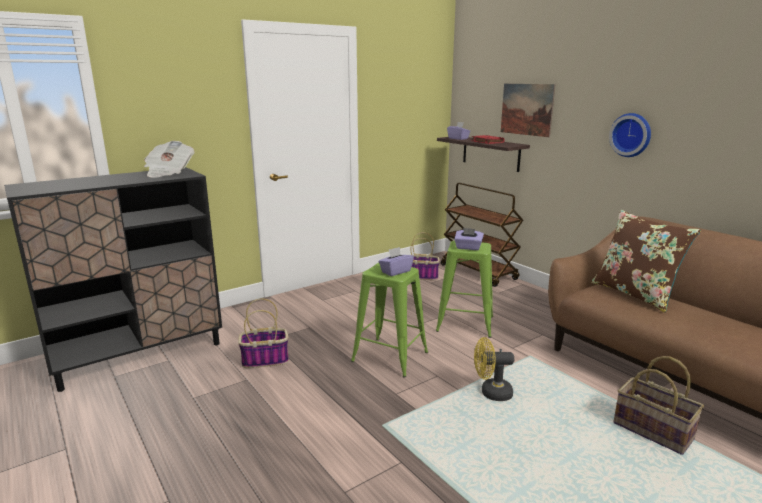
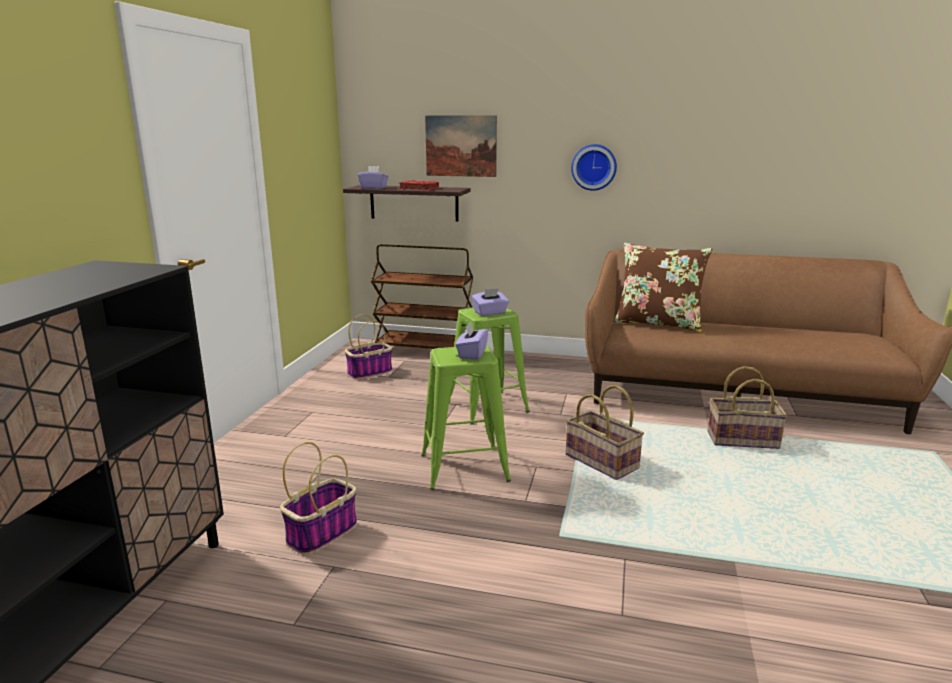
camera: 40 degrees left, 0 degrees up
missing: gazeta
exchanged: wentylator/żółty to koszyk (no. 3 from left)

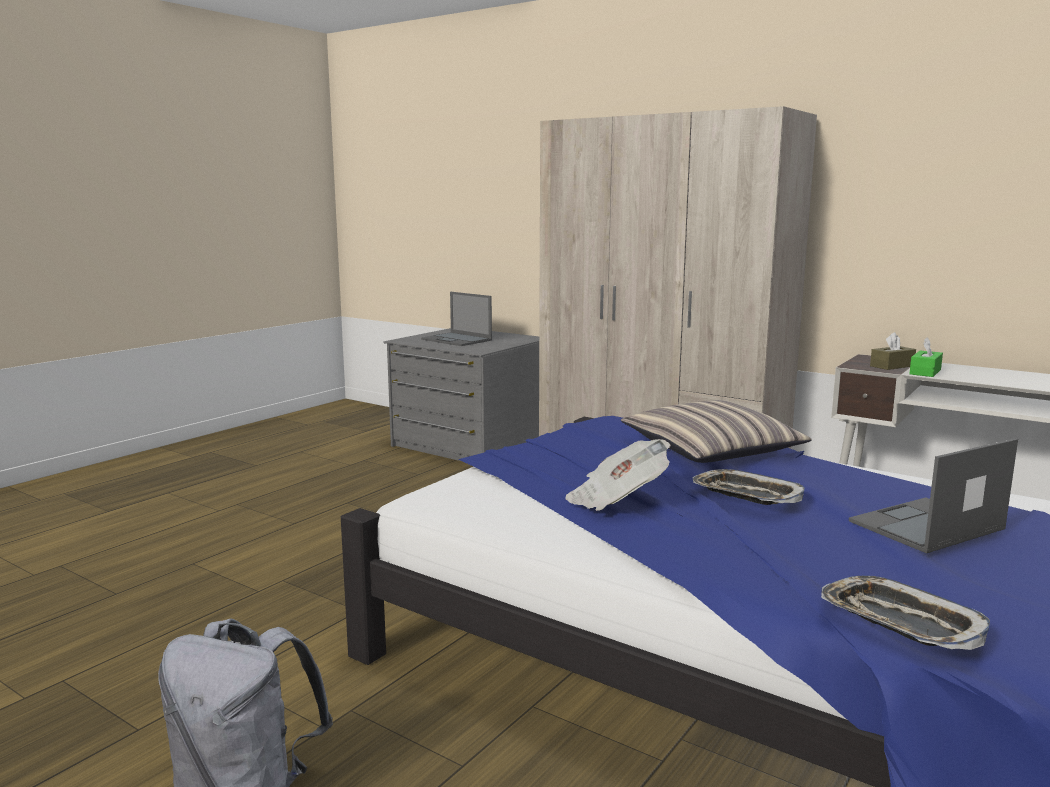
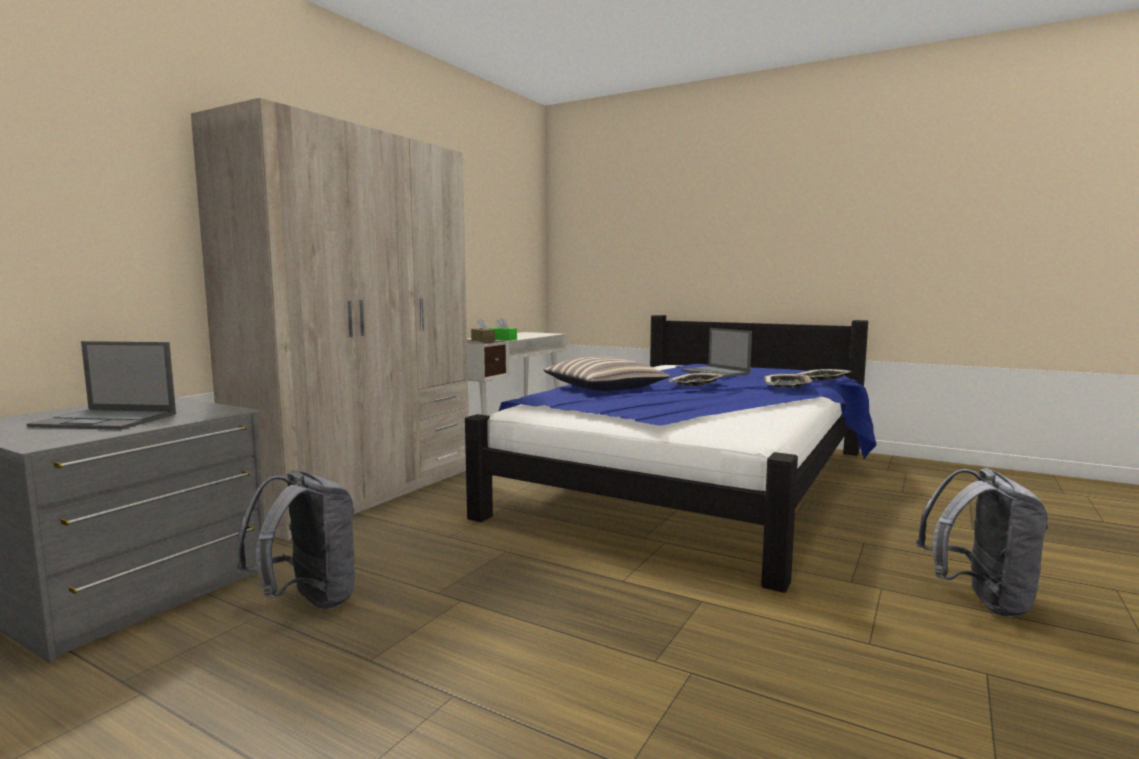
camera: 95 degrees left, 5 degrees down
missing: gazeta
appeared: taca (no. 2 from left); plecak/szary (no. 1 from left)
spun: laptop (no. 1 from left) 60 degrees clockwise

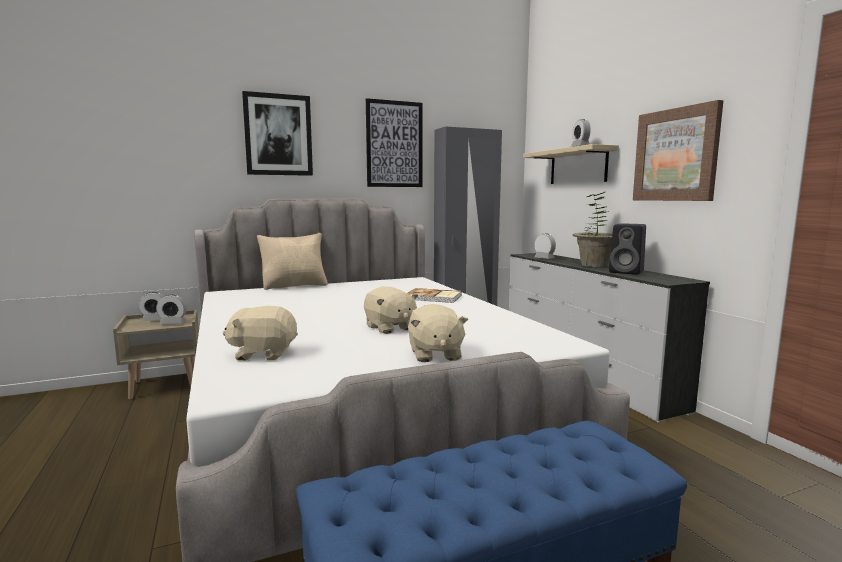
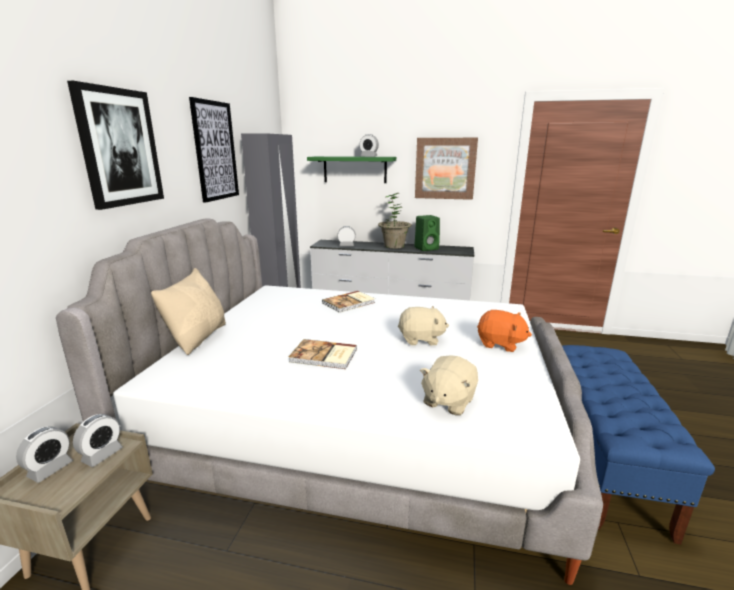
camera: 55 degrees left, 10 degrees up
appeared: książka (no. 1 from left)
colour: półka/beżowy to półka/zielony; głośnik/czarny to głośnik/zielony; pluszak/beżowy (no. 3 from left) to pluszak/pomarańczowy

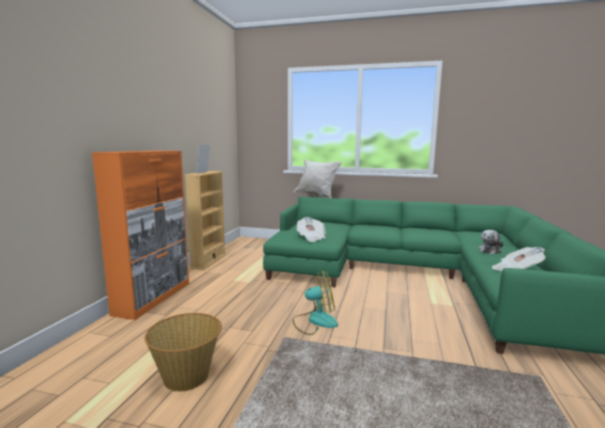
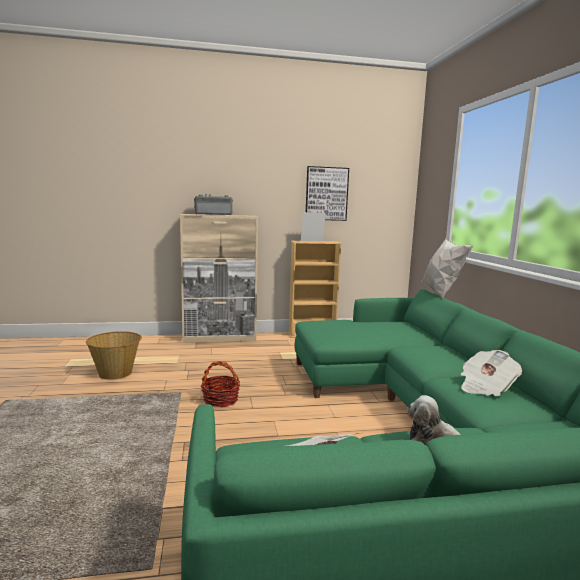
camera: 65 degrees right, 0 degrees up
appeared: obraz; radio
relocated: gazeta (no. 1 from left in the first image) to gazeta (no. 2 from left)
exchanged: wentylator to koszyk (no. 2 from left)
colour: szafka/pomarańczowy to szafka/beżowy

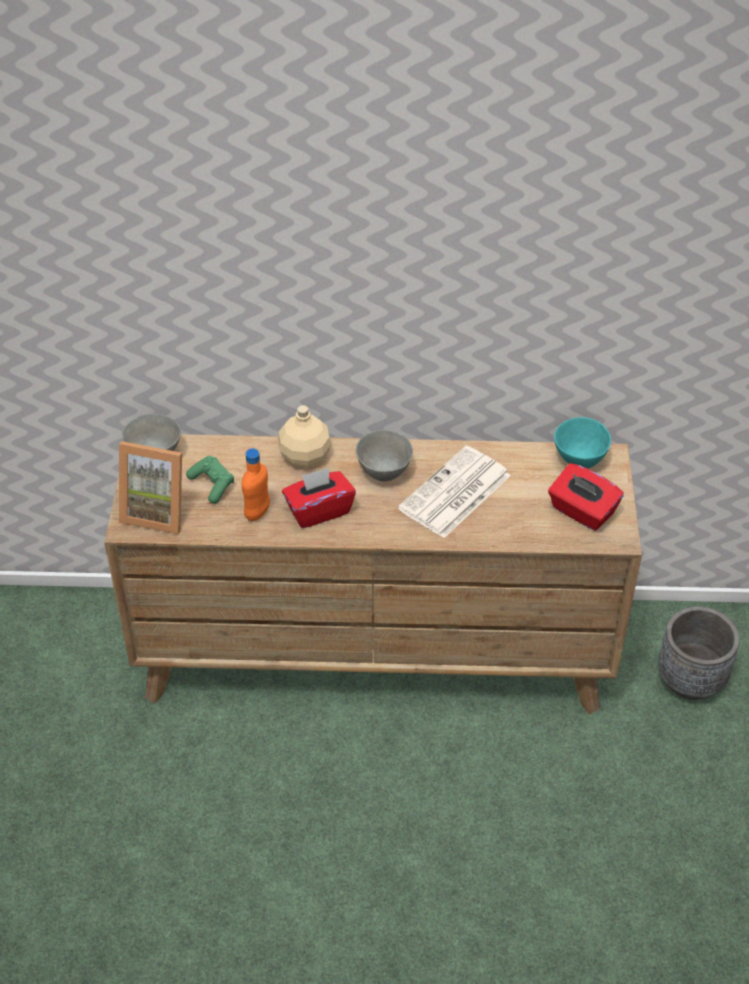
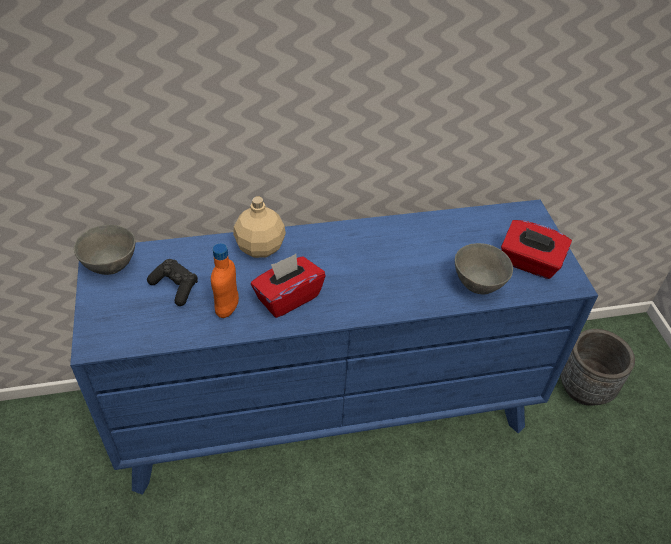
camera: 15 degrees left, 0 degrees up
missing: miska/turkusowy; ramka na zdjęcie; gazeta
relocated: miska/szary (no. 2 from left)
colour: komoda/brązowy to komoda/niebieski; pad do gier/zielony to pad do gier/czarny

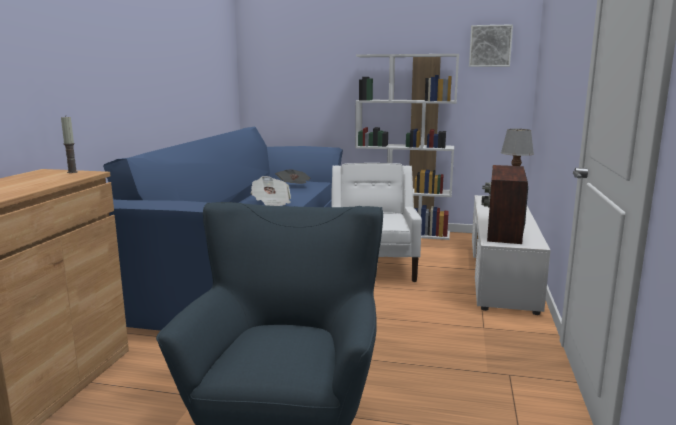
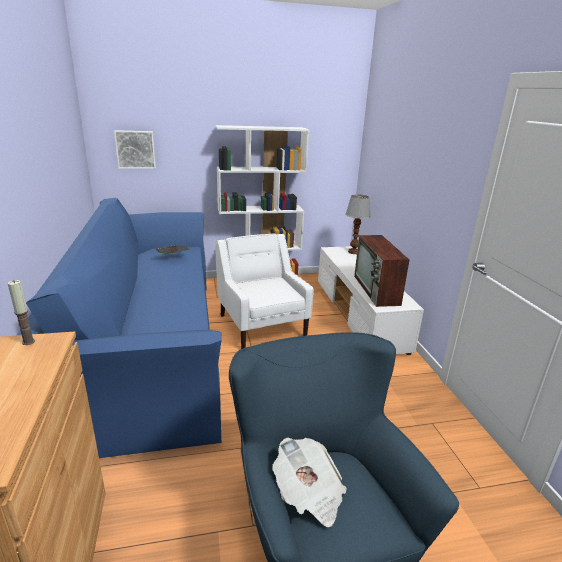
camera: 25 degrees left, 10 degrees up
relocated: obraz; gazeta (no. 1 from left in the first image) to gazeta (no. 2 from left)

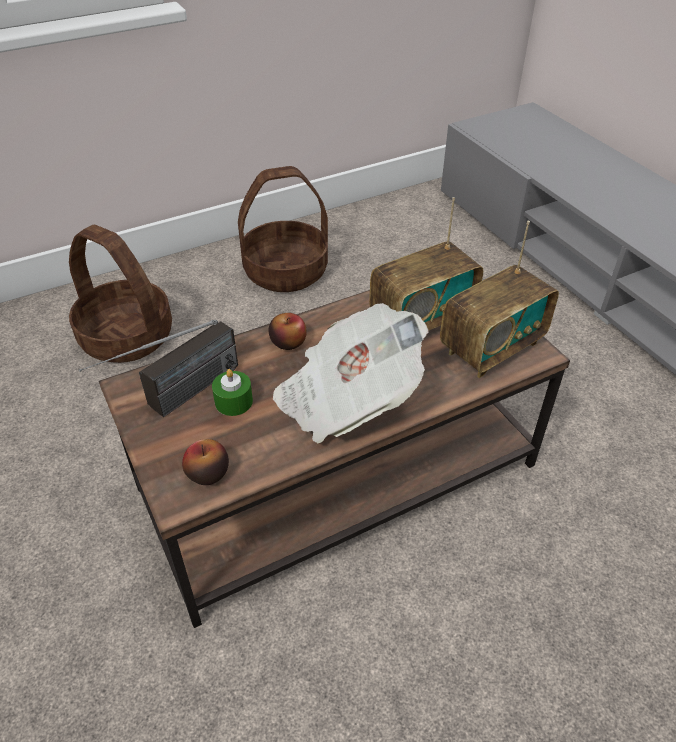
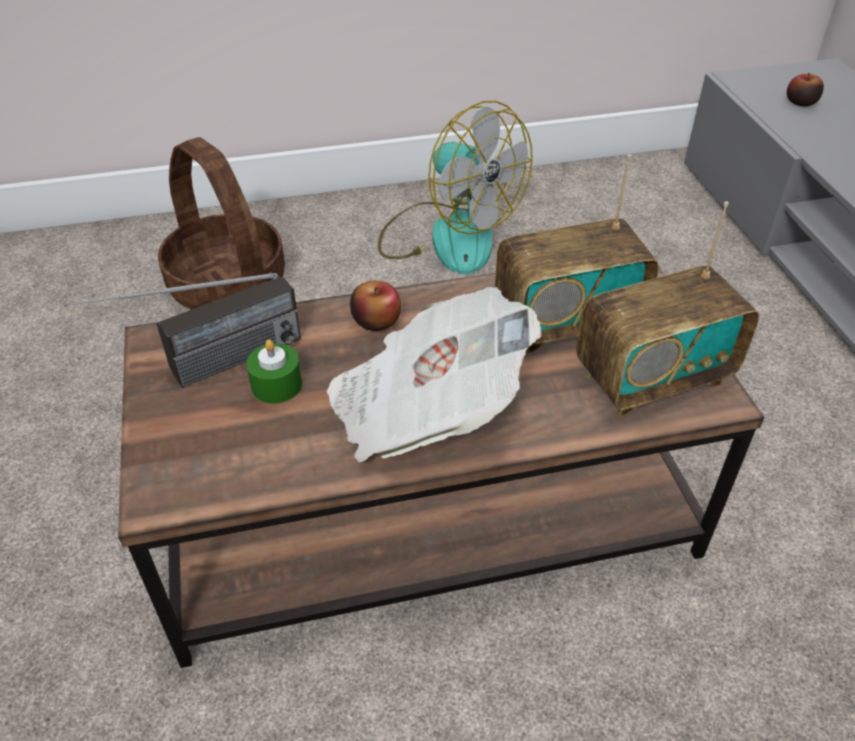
camera: 15 degrees right, 0 degrees up
relocated: jabłko (no. 1 from left in the first image) to jabłko (no. 2 from left)
exchanged: koszyk (no. 2 from left) to wentylator

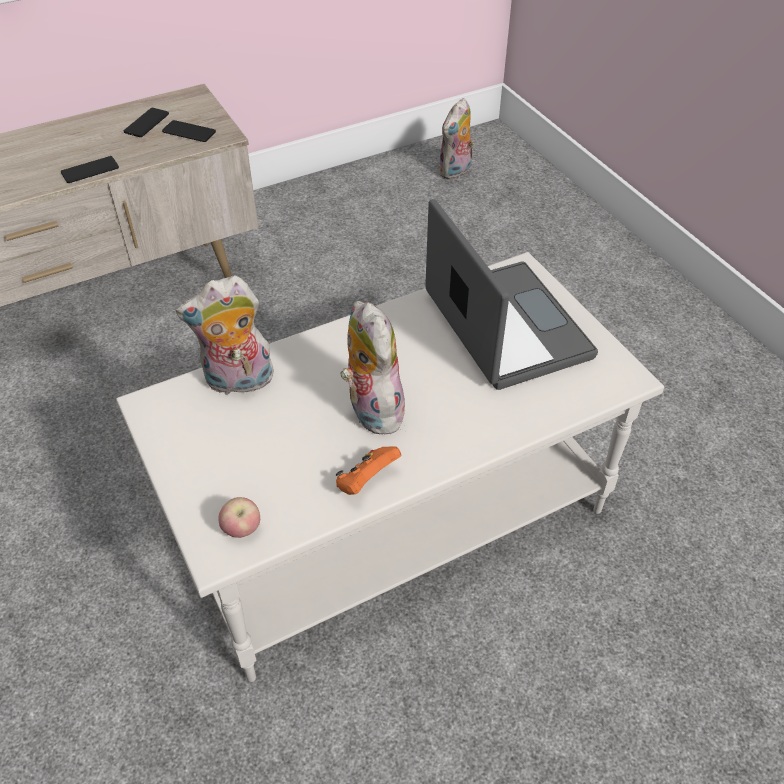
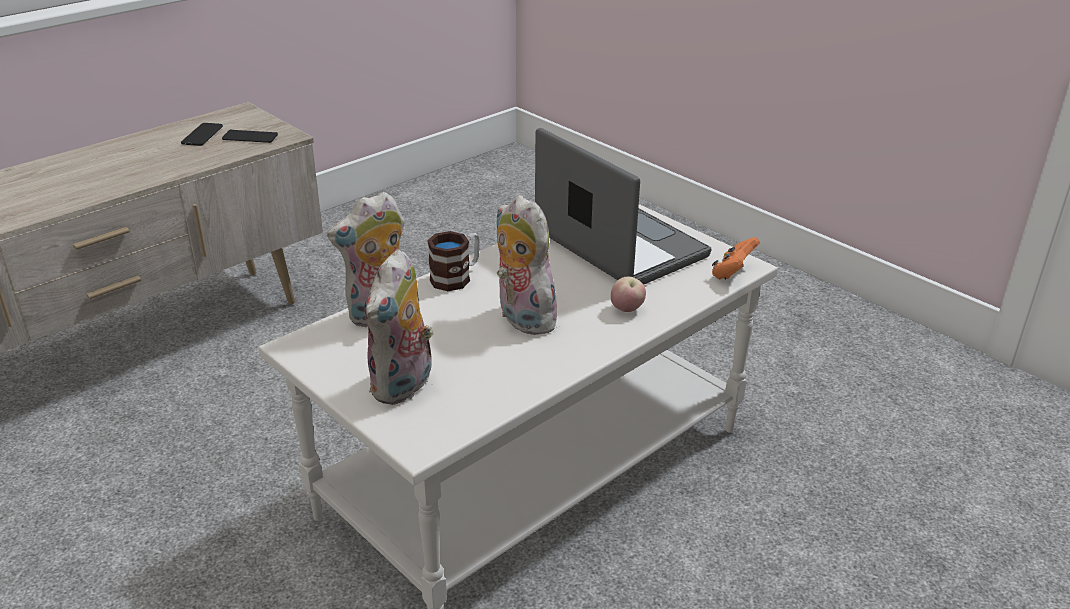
camera: 15 degrees left, 15 degrees down
missing: telefon (no. 1 from left)
appeared: kubek
relocated: pluszak (no. 3 from left in the first image) to pluszak (no. 2 from left); pad do gier/pomarańczowy; jabłko

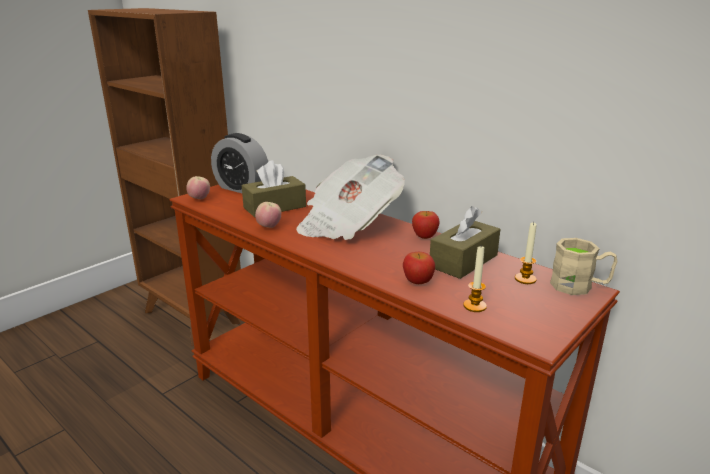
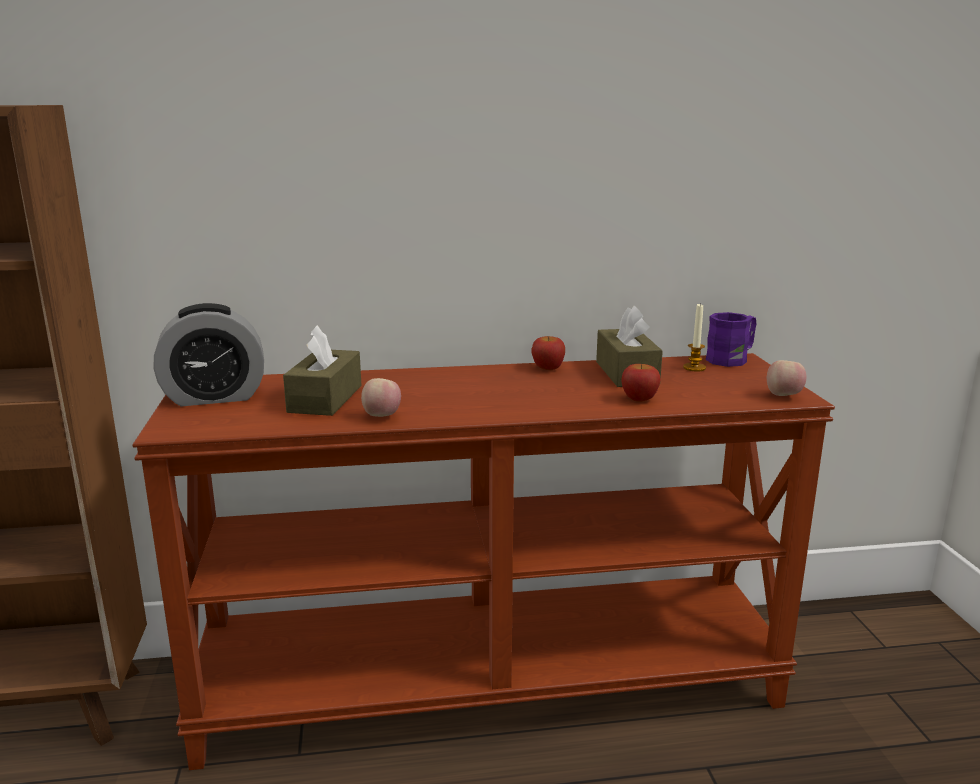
camera: 50 degrees left, 5 degrees down
missing: gazeta; świeca (no. 1 from left)
relocated: jabłko (no. 1 from left in the first image) to jabłko (no. 4 from left)
colour: kubek/beżowy to kubek/fioletowy

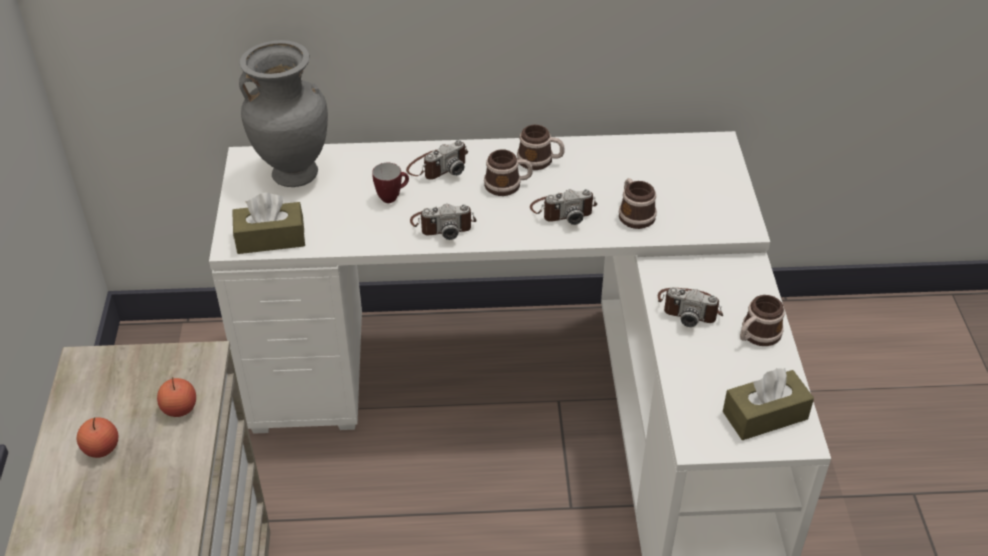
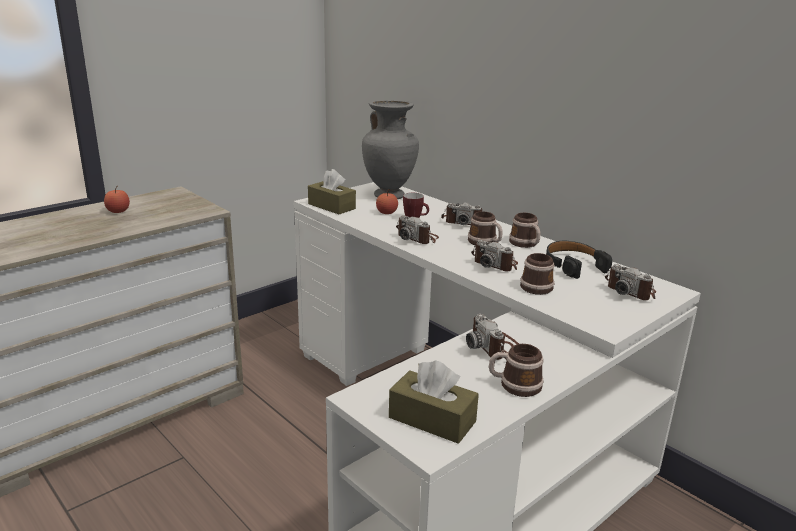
camera: 50 degrees right, 20 degrees down
appeared: słuchawki/czarny; aparat fotograficzny (no. 5 from left)
relocated: jabłko (no. 2 from left)

